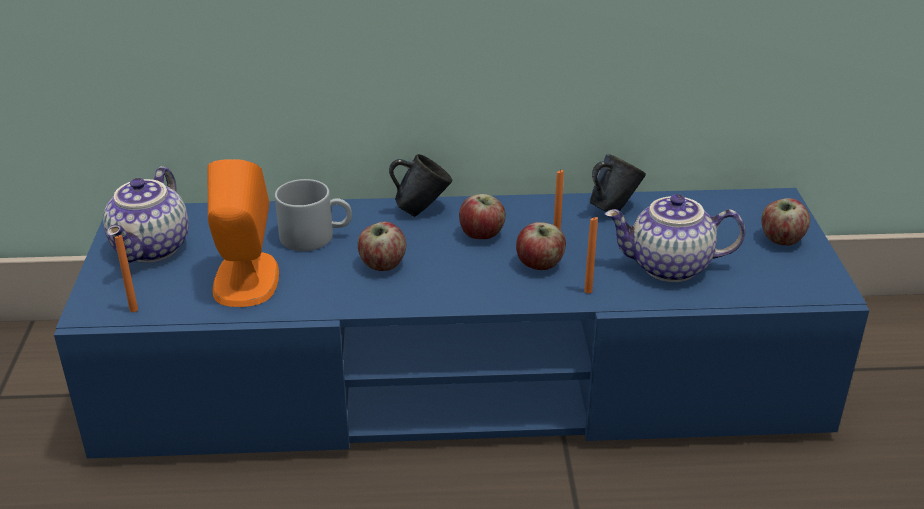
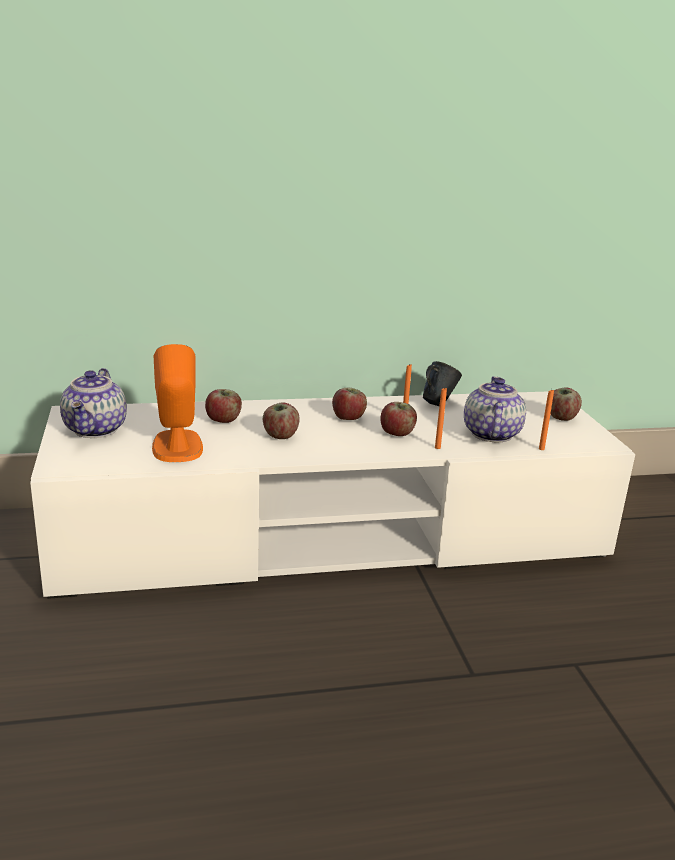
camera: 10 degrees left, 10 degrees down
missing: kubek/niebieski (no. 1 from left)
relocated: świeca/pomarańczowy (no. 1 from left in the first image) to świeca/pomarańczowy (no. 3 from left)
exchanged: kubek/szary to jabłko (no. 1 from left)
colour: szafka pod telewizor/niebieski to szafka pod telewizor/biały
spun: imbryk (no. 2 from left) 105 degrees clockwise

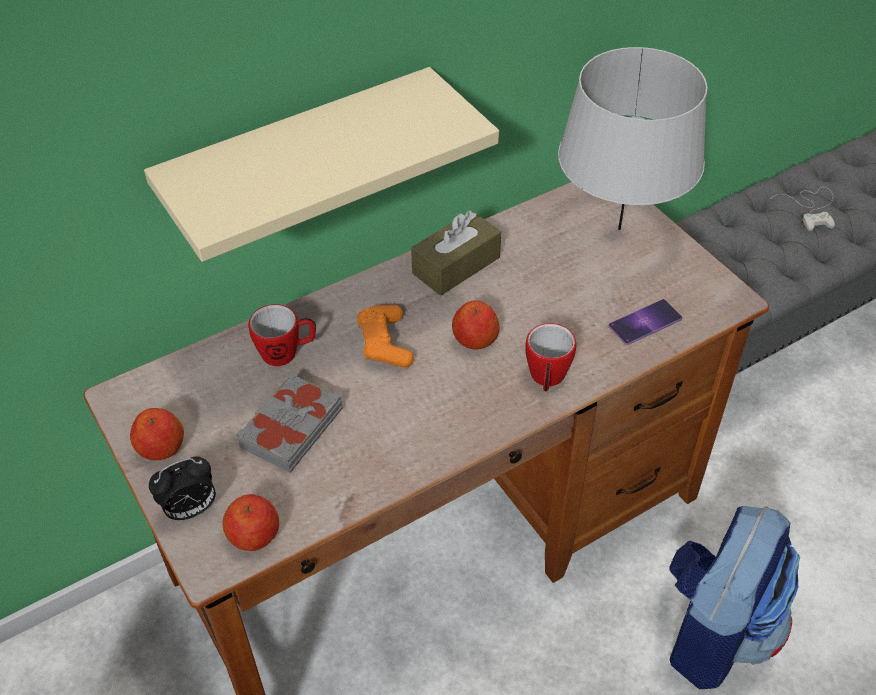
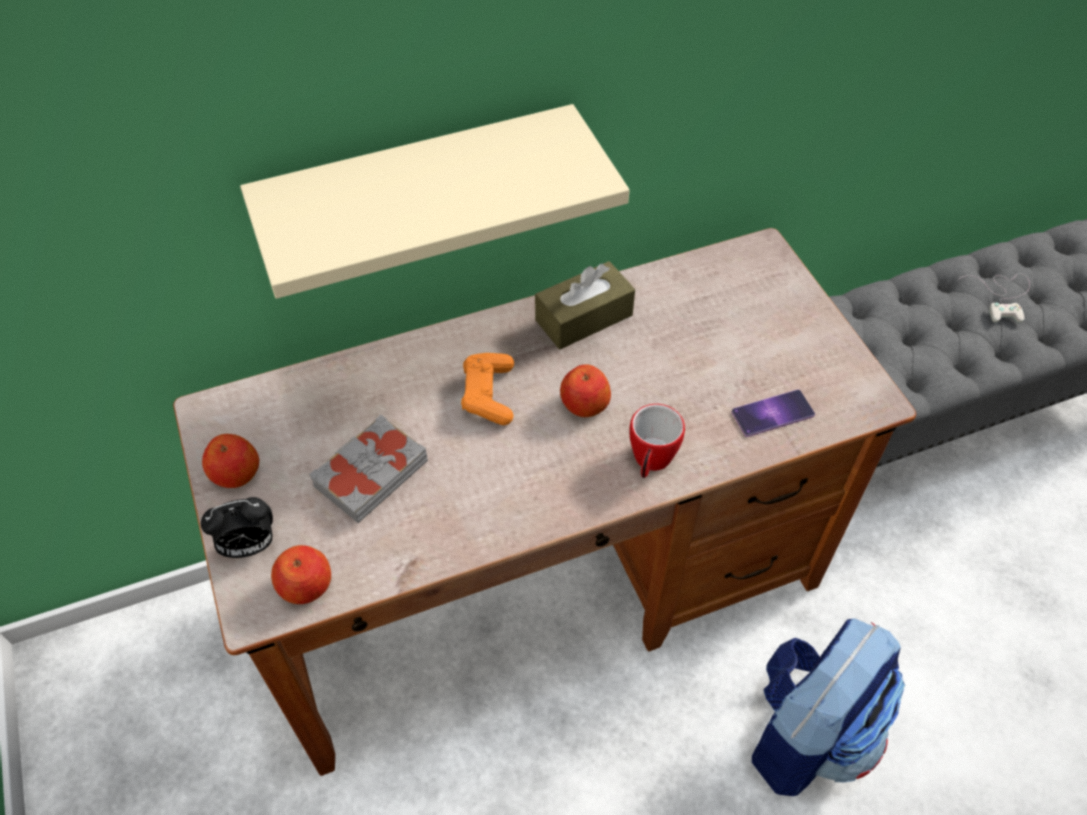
camera: 10 degrees right, 5 degrees up
missing: lampa stołowa/szary; kubek (no. 1 from left)

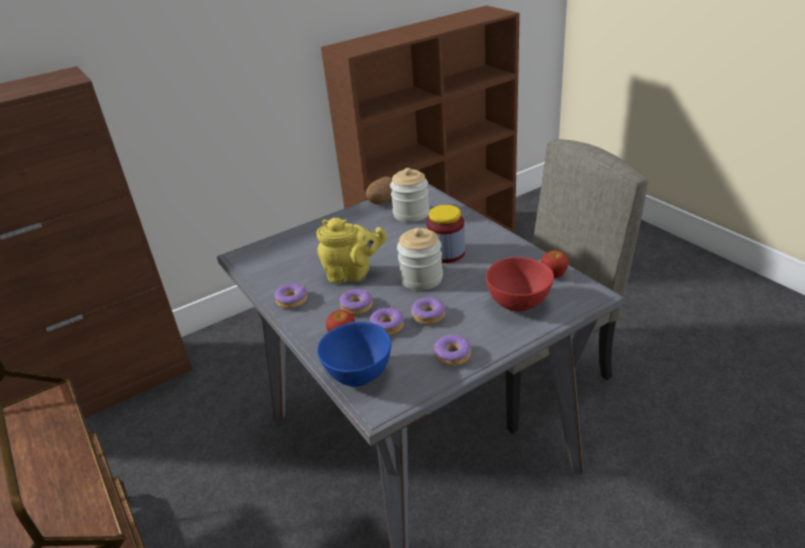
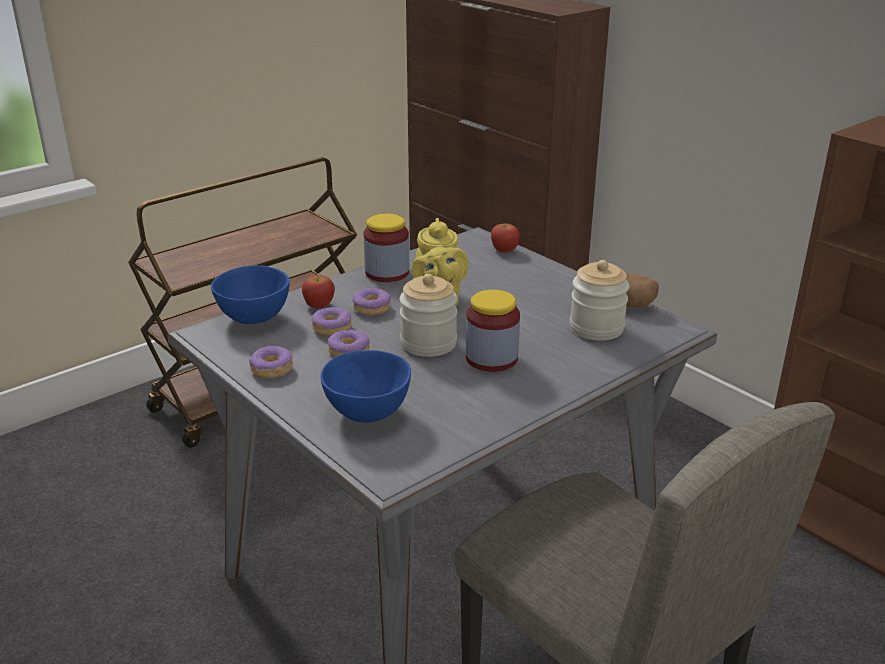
camera: 80 degrees right, 5 degrees down
relocated: jabłko (no. 2 from left)
exchanged: donut (no. 1 from left) to słoik (no. 1 from left)
colour: miska/czerwony to miska/niebieski (no. 2 from left)

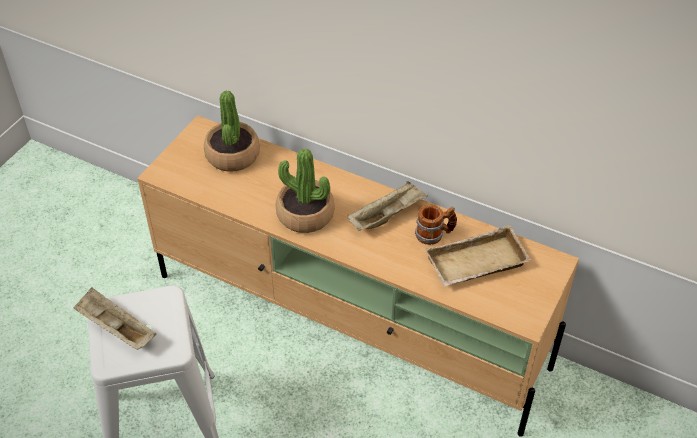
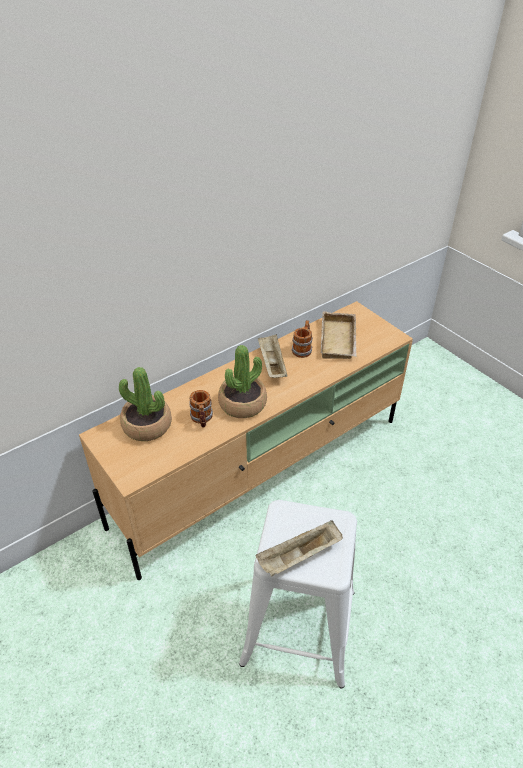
camera: 65 degrees left, 5 degrees down
appeared: kubek (no. 1 from left)

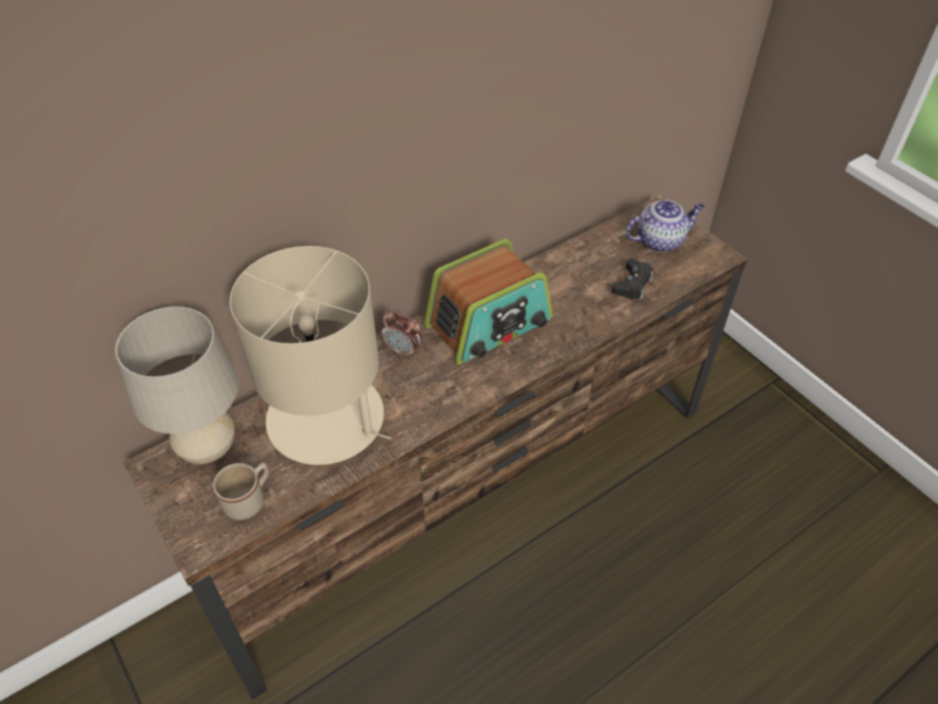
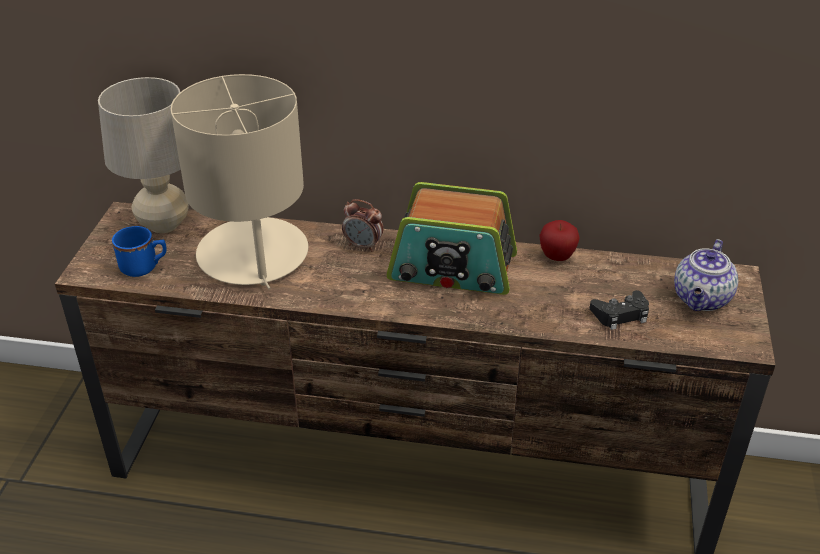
camera: 45 degrees right, 10 degrees down
appeared: jabłko
colour: kubek/beżowy to kubek/niebieski
spun: imbryk 90 degrees clockwise; budzik 45 degrees counterclockwise

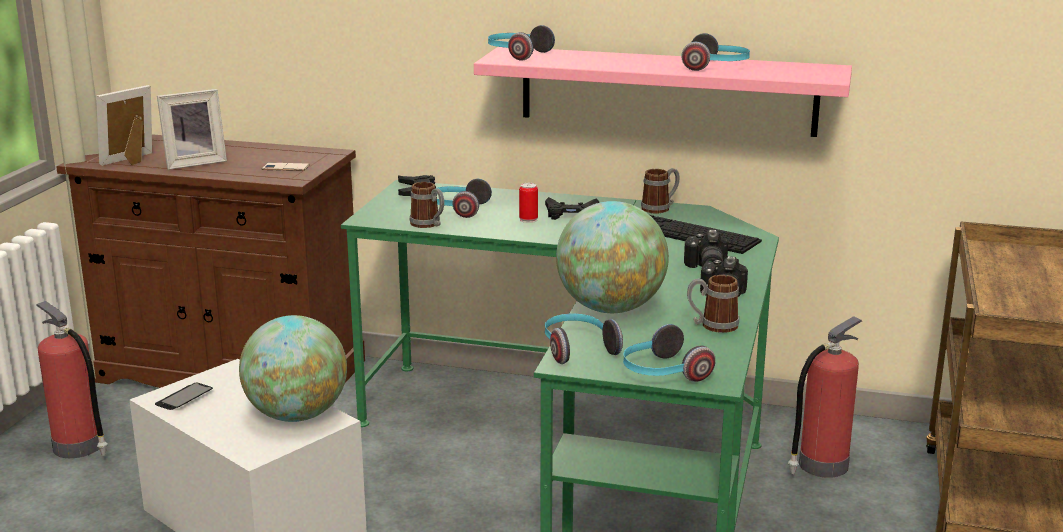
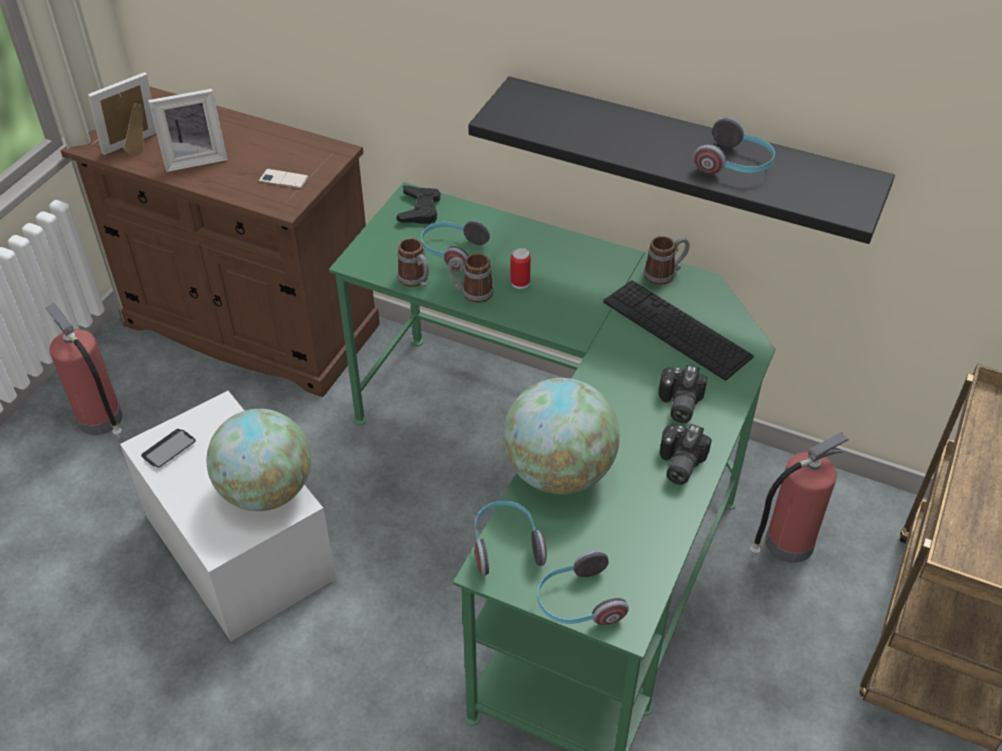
camera: 10 degrees right, 25 degrees up
missing: słuchawki (no. 2 from left); pad do gier/czarny (no. 2 from left)
relocated: kubek (no. 3 from left in the first image) to kubek (no. 2 from left)
colour: półka/różowy to półka/czarny

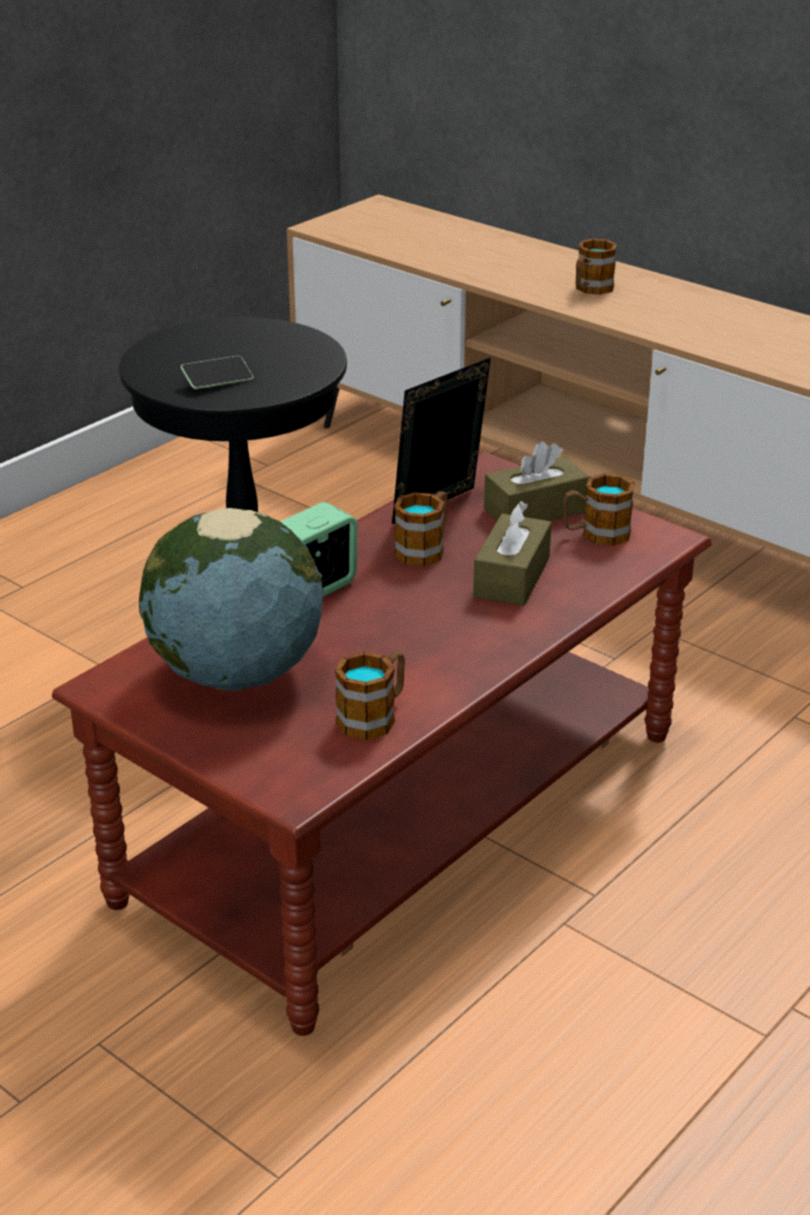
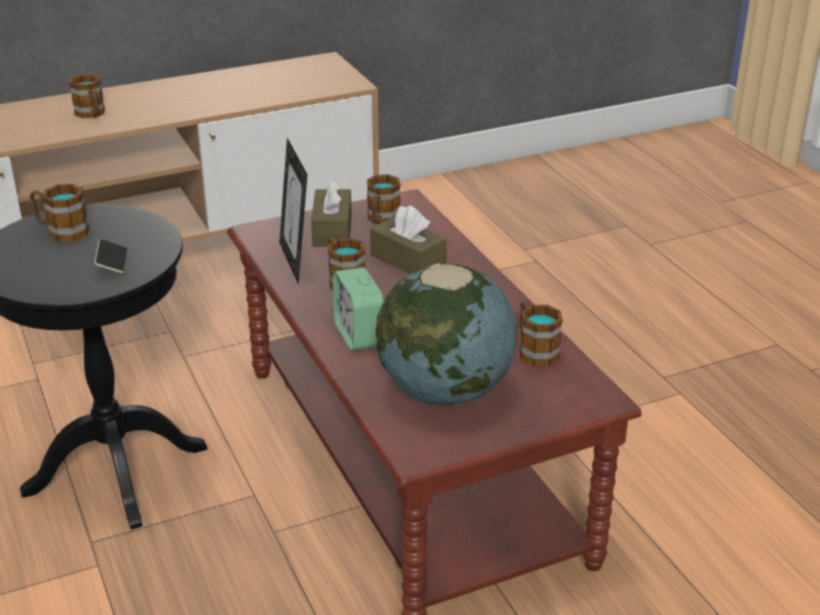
camera: 65 degrees left, 0 degrees up
appeared: kubek (no. 1 from left)

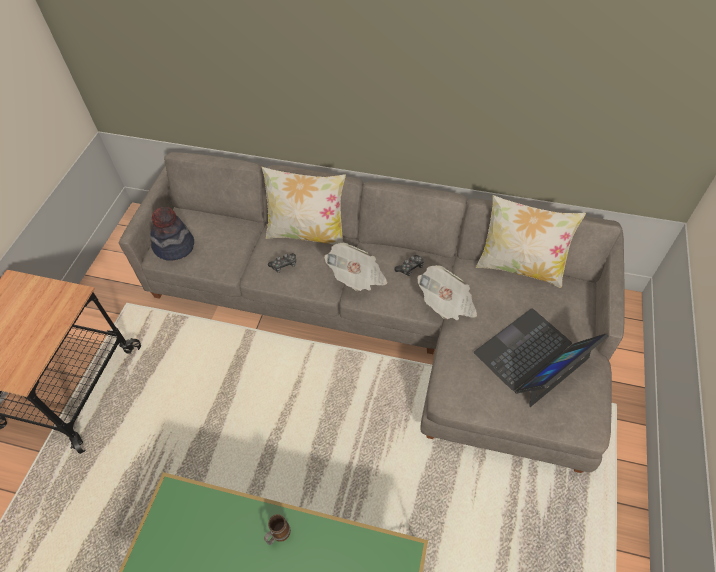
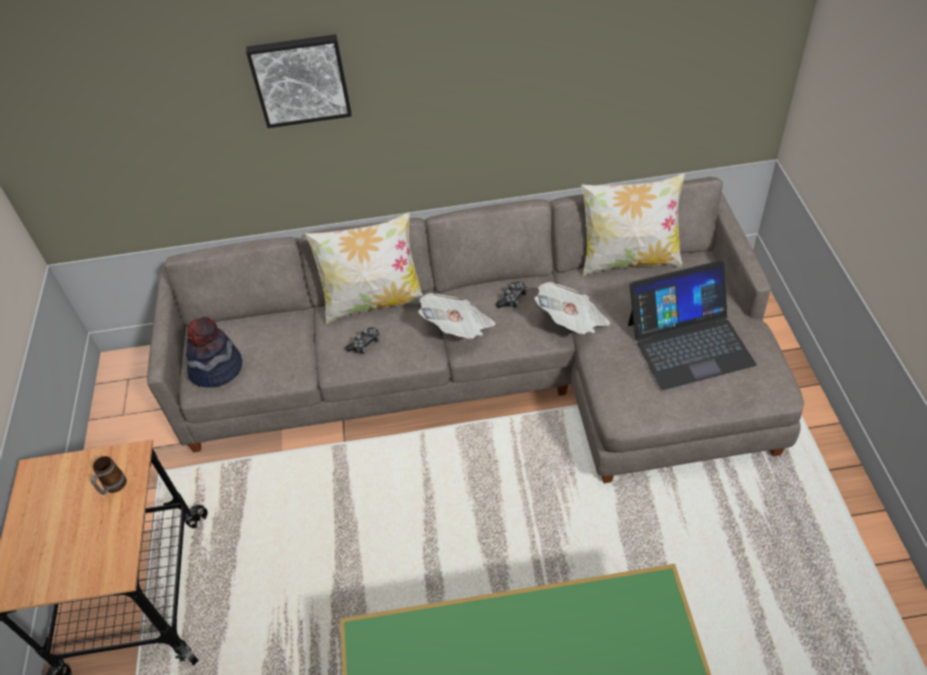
camera: 20 degrees left, 5 degrees down
appeared: obraz
relocated: kubek
spun: laptop 135 degrees counterclockwise

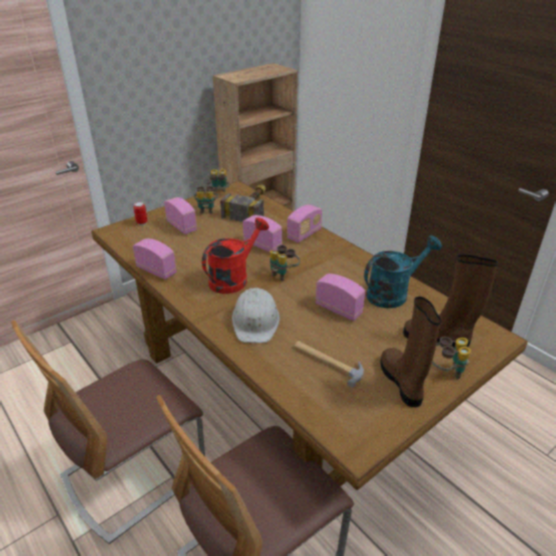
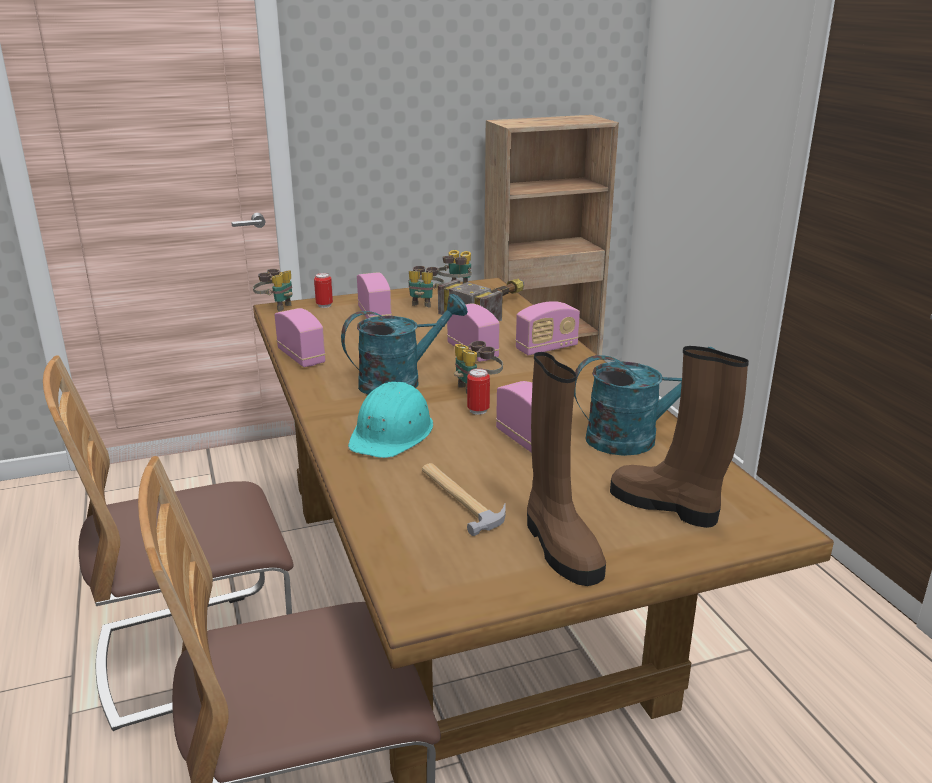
camera: 20 degrees right, 10 degrees down
appeared: puszka (no. 2 from left)
relocated: lornetka (no. 4 from left in the first image) to lornetka (no. 1 from left)
colour: konewka/czerwony to konewka/turkusowy (no. 1 from left); kask/biały to kask/turkusowy
spun: but z cholewką/brązowy (no. 1 from left) 150 degrees clockwise

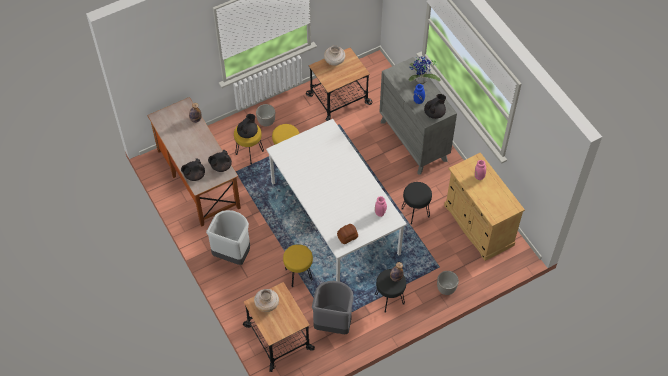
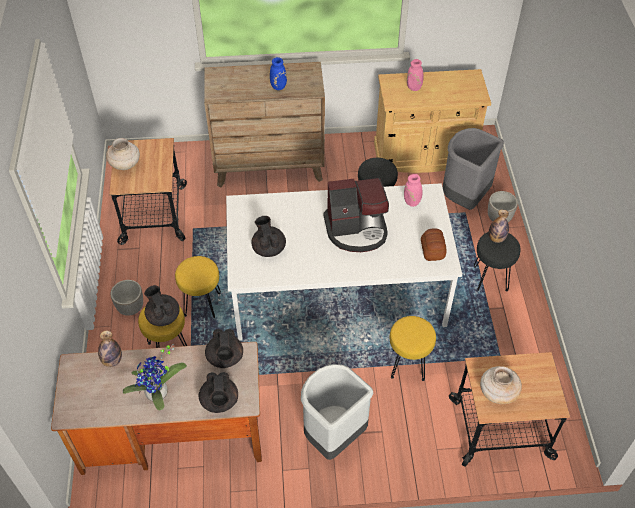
camera: 65 degrees left, 5 degrees down
appeared: ekspres do kawy
relocated: roślina doniczkowa; imbryk/czarny (no. 4 from left); kosz na śmieci/szary (no. 2 from left)
colour: komoda/szary to komoda/brązowy

